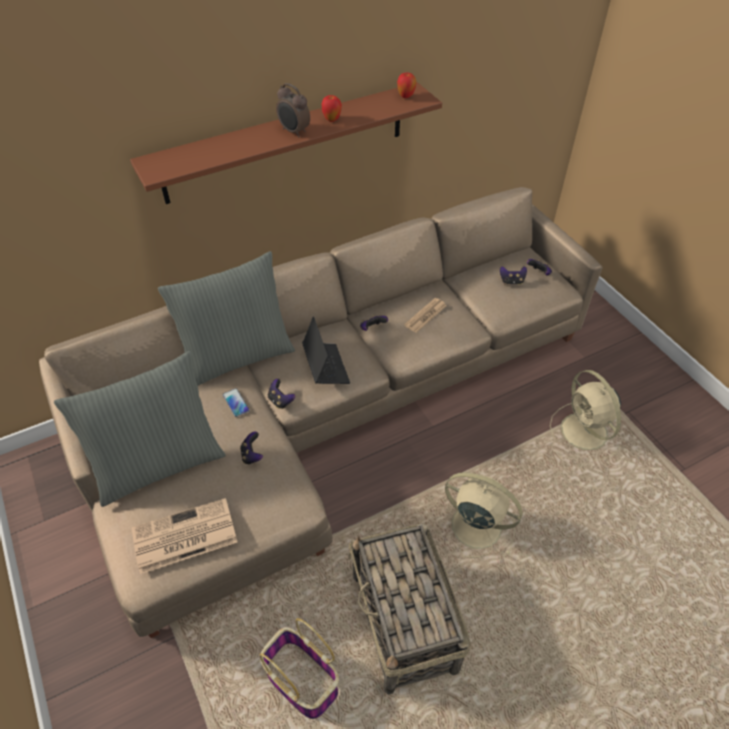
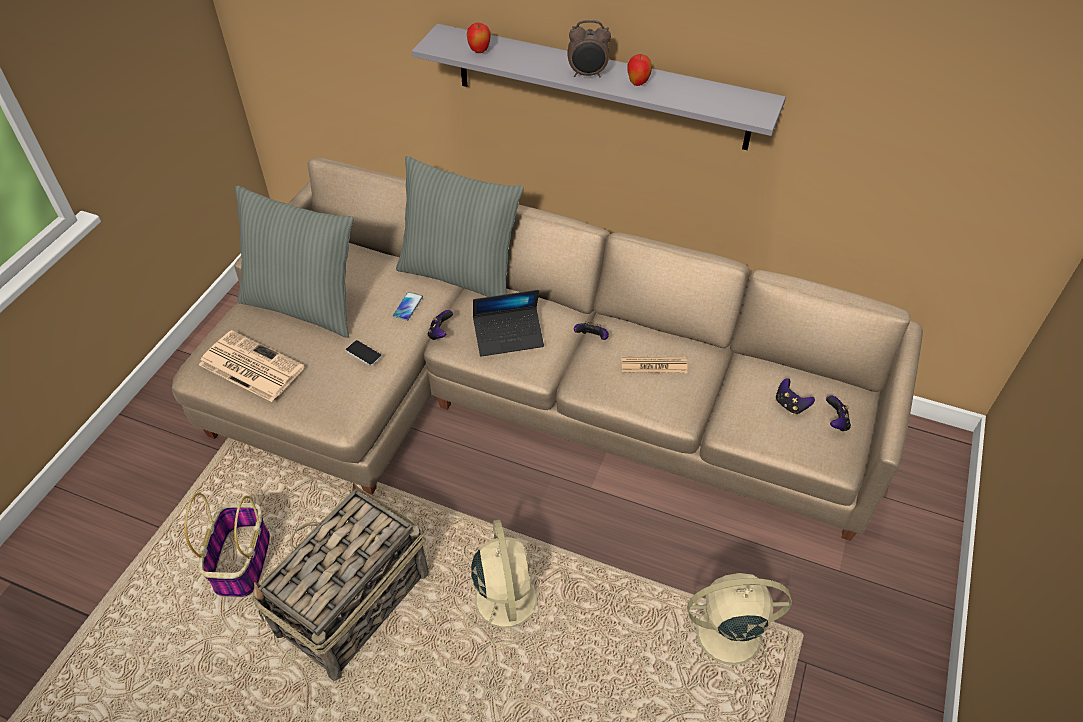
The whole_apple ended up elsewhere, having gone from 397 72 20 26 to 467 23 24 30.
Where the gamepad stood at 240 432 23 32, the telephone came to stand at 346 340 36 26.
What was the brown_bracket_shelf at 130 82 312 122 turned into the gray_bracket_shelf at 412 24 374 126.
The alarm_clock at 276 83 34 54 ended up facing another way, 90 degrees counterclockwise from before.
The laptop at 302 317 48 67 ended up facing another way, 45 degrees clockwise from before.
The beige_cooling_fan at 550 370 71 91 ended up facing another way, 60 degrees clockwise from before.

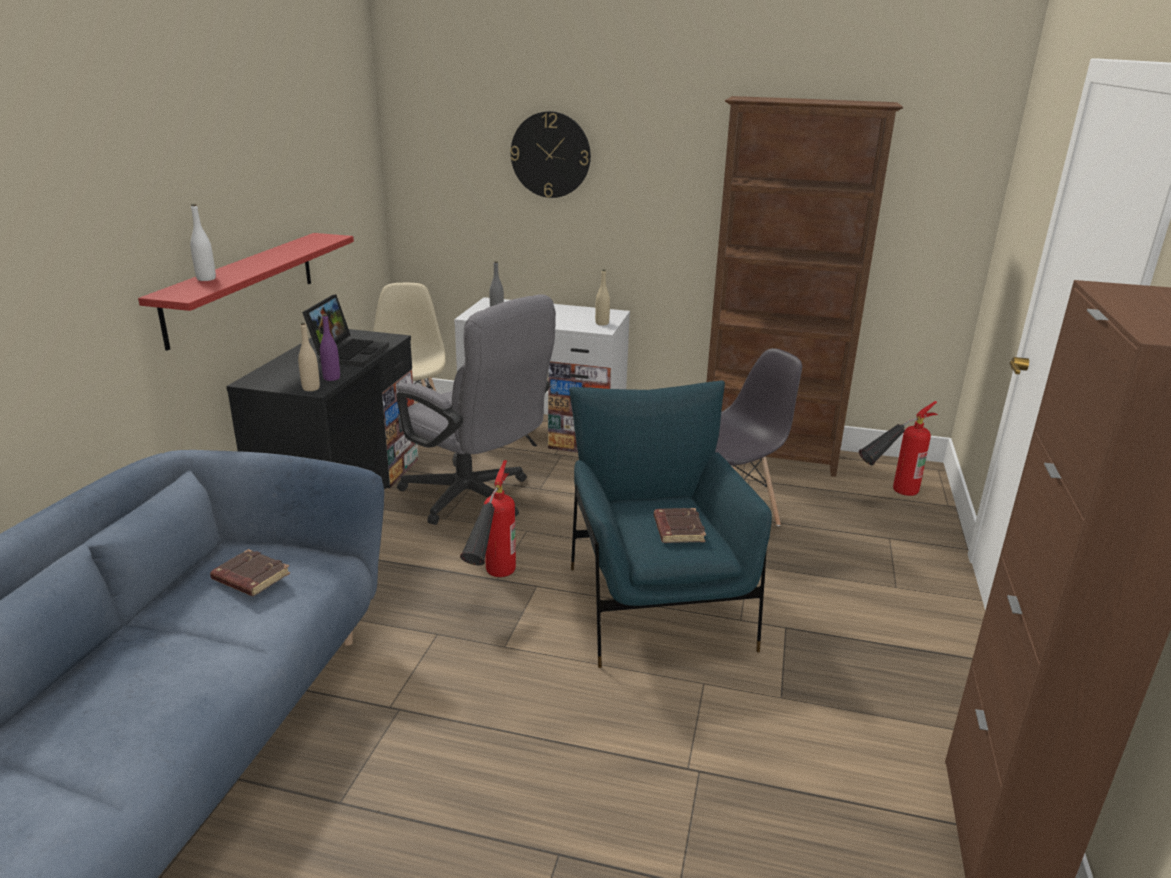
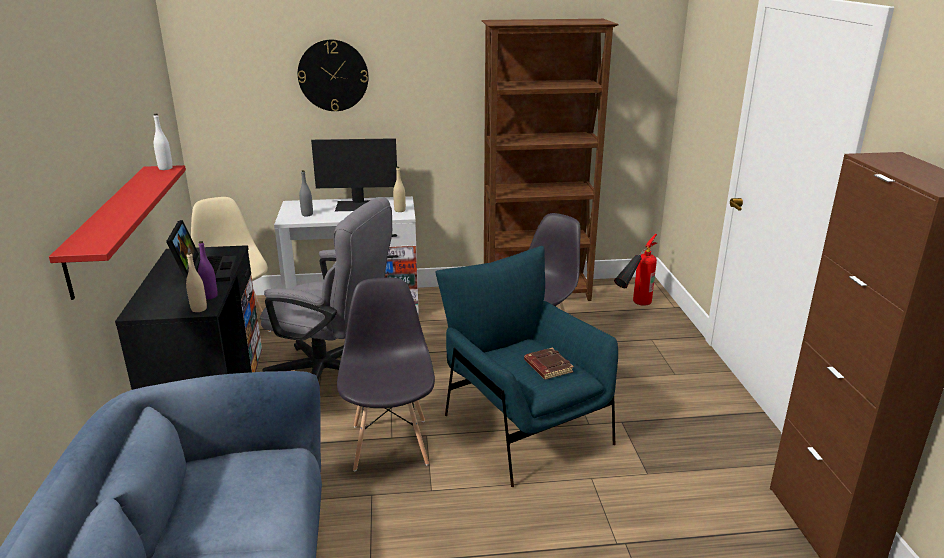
The second view lost the brown_bound_book at 210 549 80 47.
The second view gained the computer_display at 311 138 86 73.
The whitish_beverage_bottle ended up elsewhere, having gone from 190 204 26 77 to 154 114 19 56.
Where the fire-fighting_cylinder stood at 460 460 56 117, the gray_chair came to stand at 337 278 98 194.

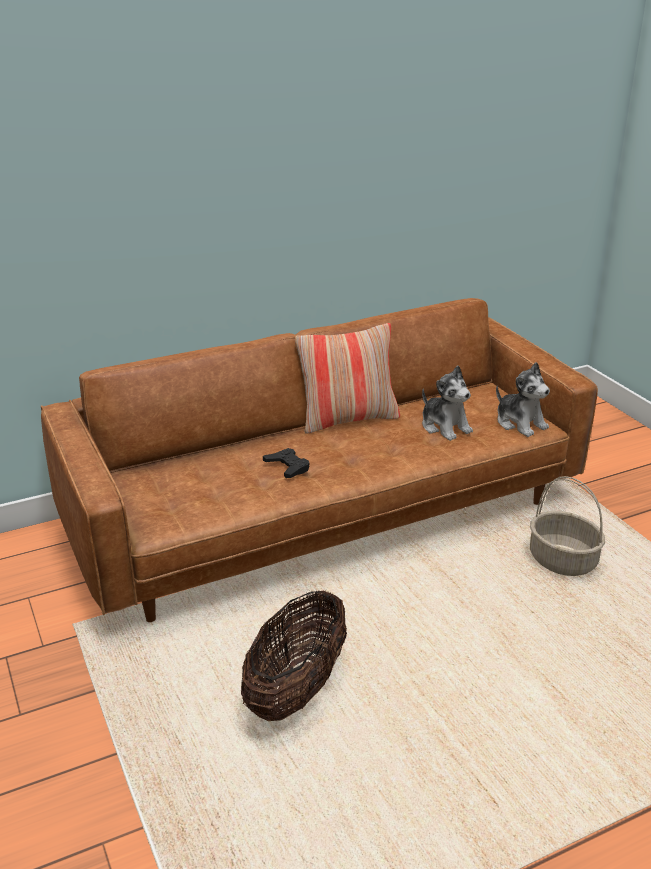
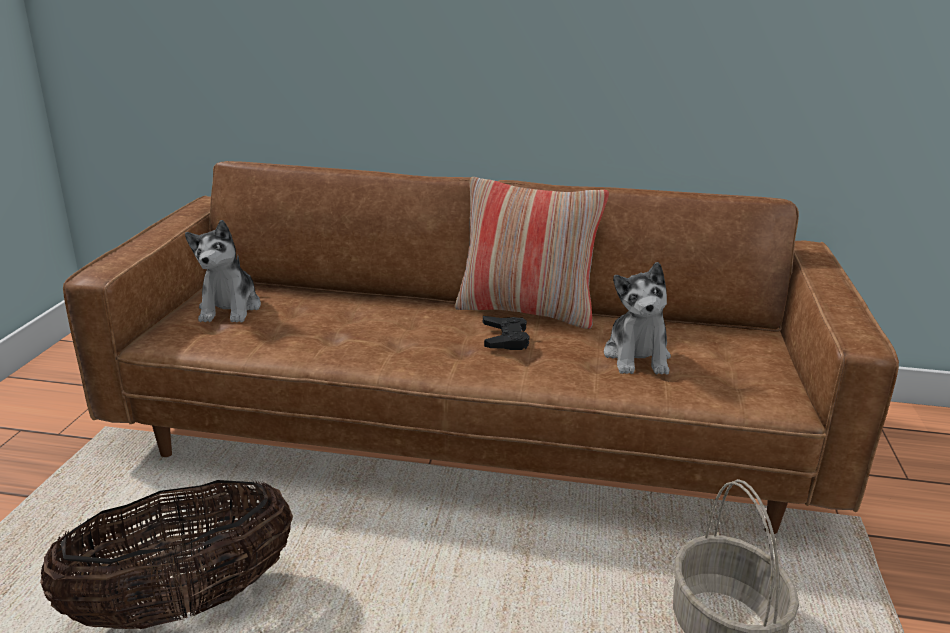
The black_gamepad ended up elsewhere, having gone from 263 448 47 30 to 483 316 47 34.
The soft_toy ended up elsewhere, having gone from 496 362 54 75 to 185 220 76 103.

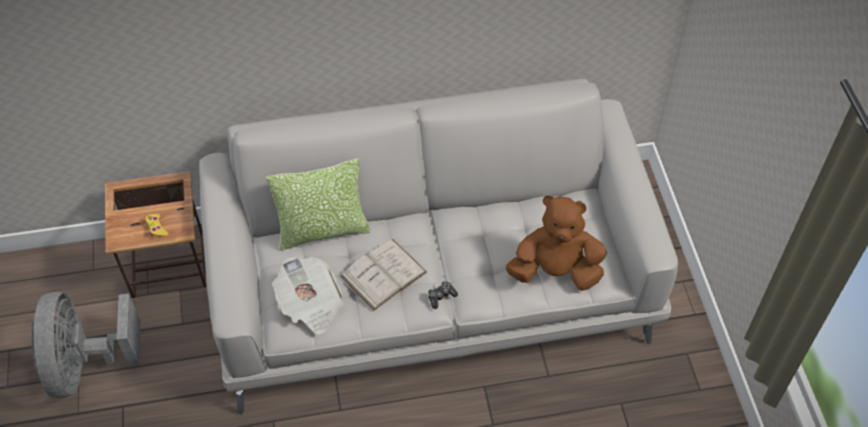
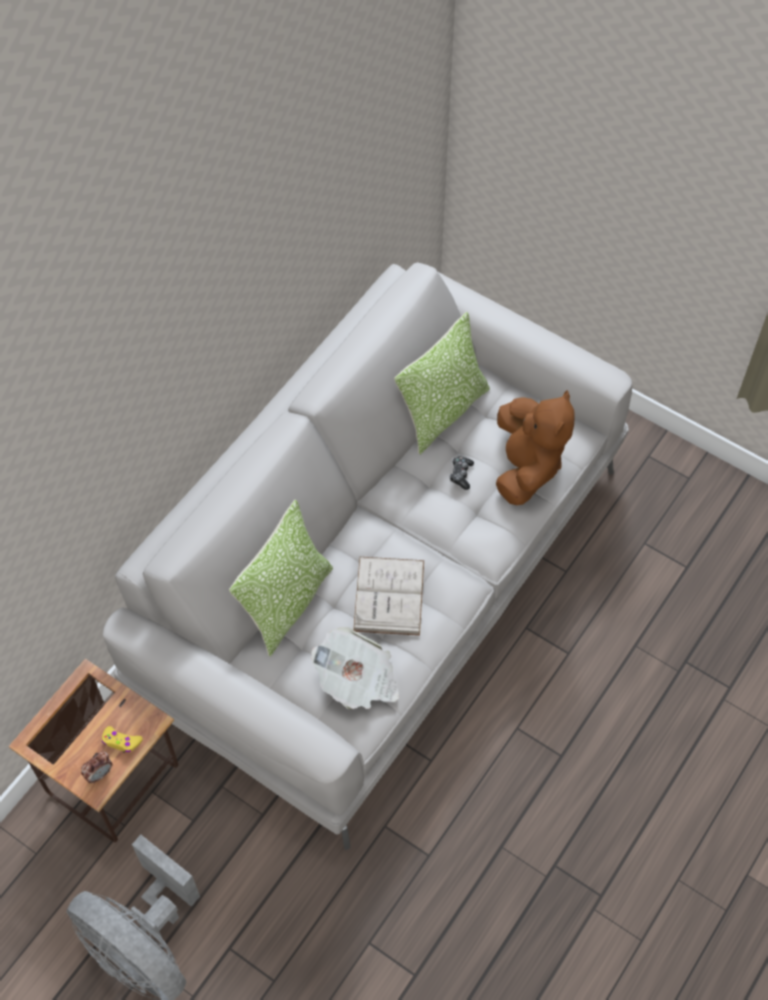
The second view gained the alarm_clock at 81 751 31 33.
The second view gained the throw_pillow at 394 312 96 143.
The gamepad ended up elsewhere, having gone from 428 281 30 28 to 450 456 24 34.
The brown_soft_toy at 506 195 101 96 ended up facing another way, 135 degrees clockwise from before.

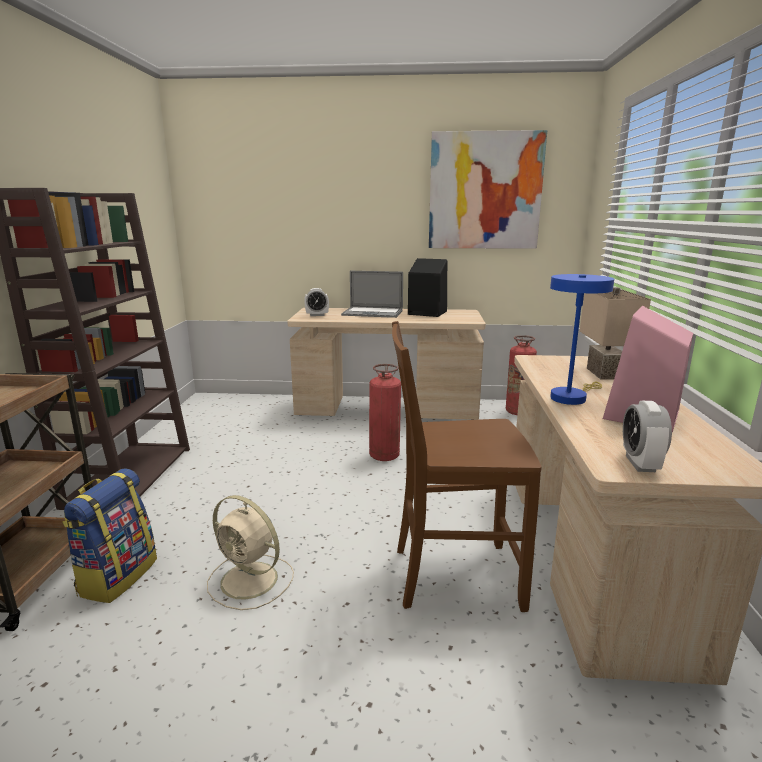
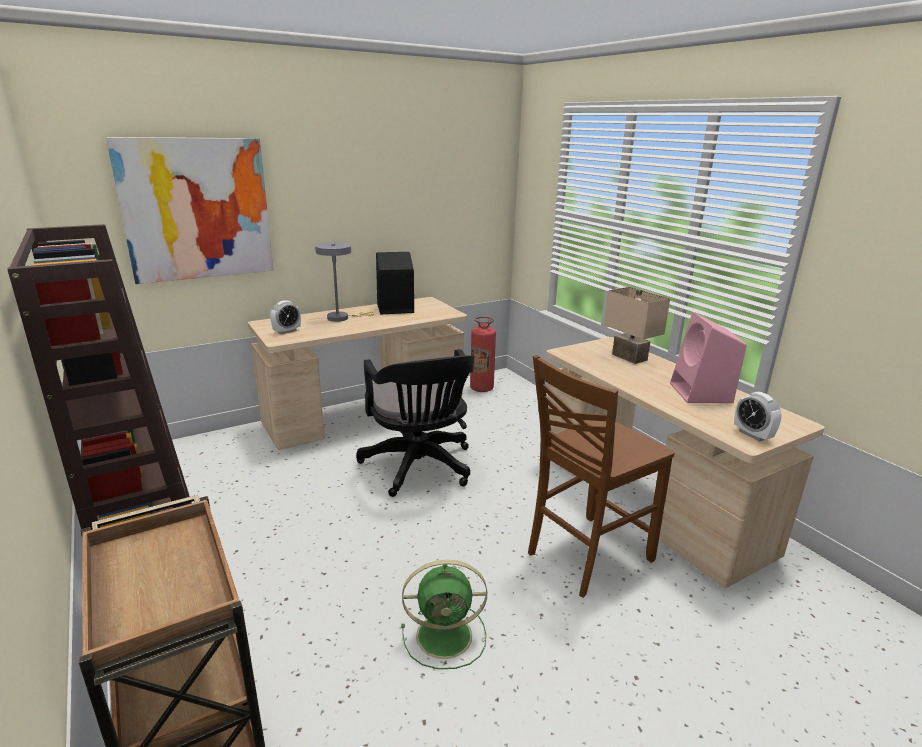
The second view lost the rucksack at 62 468 95 135.
The second view lost the blue-coloured_tabletop_lamp at 550 274 64 131.
The wall_art ended up elsewhere, having gone from 429 130 118 119 to 106 137 168 147.
Where the laptop stood at 341 271 62 47, the gray_tabletop_lamp came to stand at 315 242 59 80.
Where the fire-fighting_cylinder stood at 369 364 32 97, the black_computer_chair came to stand at 356 349 119 148.
What was the beige_cooling_fan at 207 495 87 115 turned into the greenish_cooling_fan at 401 560 86 109.

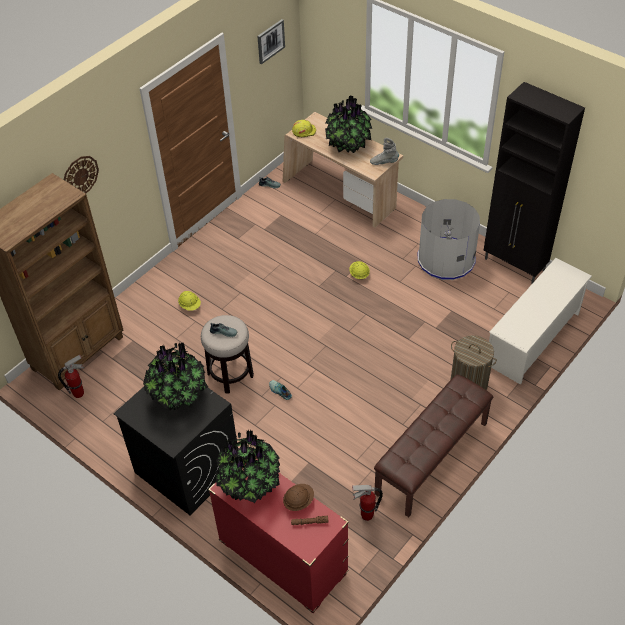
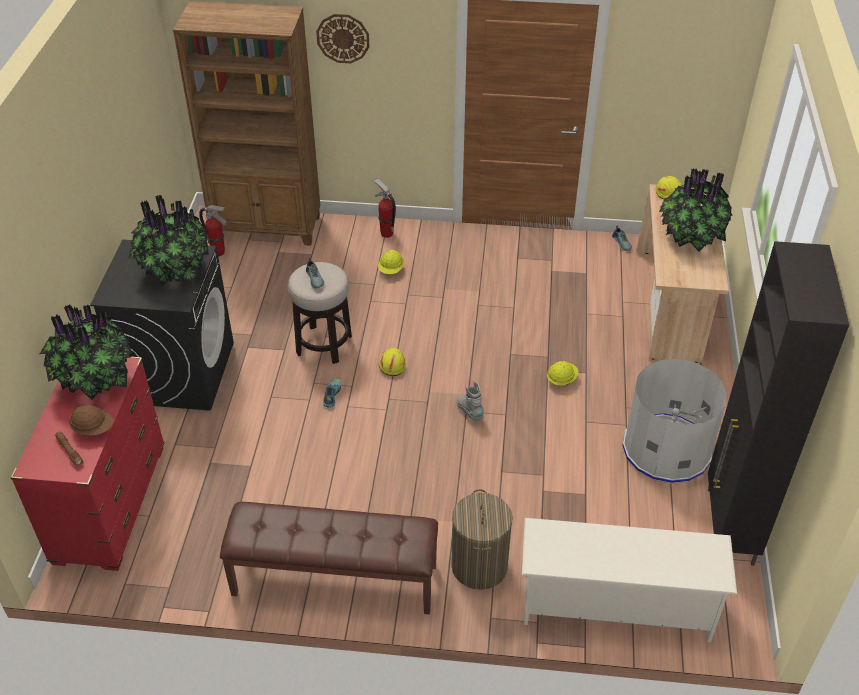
The second view lost the wall_art at 257 19 28 45.
The second view gained the yellowish_hard_hat at 378 348 28 28.
The fire-fighting_cylinder ended up elsewhere, having gone from 352 485 31 36 to 373 178 23 60.
The gray_tall_boot ended up elsewhere, having gone from 370 138 29 27 to 457 381 27 39.

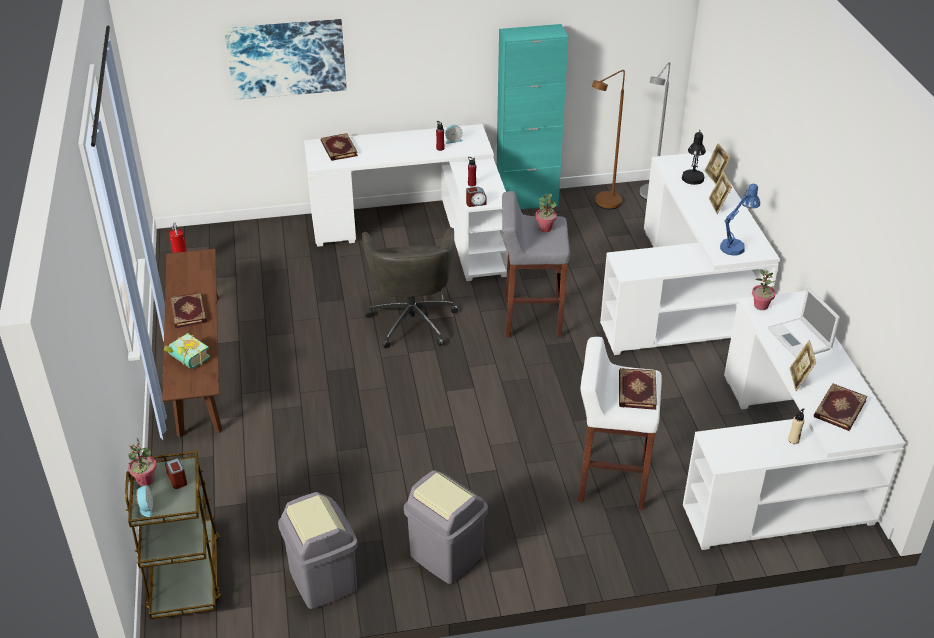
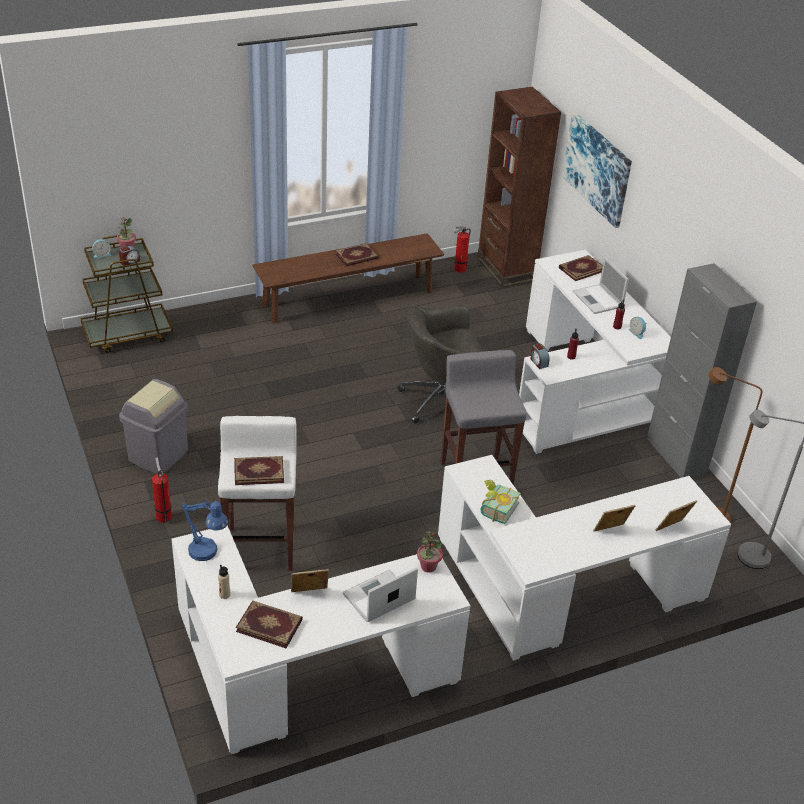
The second view lost the gray_rubbish_bin at 278 492 80 117.
The second view lost the houseplant at 535 194 22 38.
The second view lost the black_tabletop_lamp at 682 130 24 55.
The second view gained the fire-fighting_cylinder at 152 457 20 66.
The second view gained the brown_bookcase at 477 87 84 201.
The second view gained the laptop at 573 257 56 57.
The bound_book ended up elsewhere, having gone from 164 333 46 36 to 480 480 41 44.
The blue-coloured_tabletop_lamp ended up elsewhere, having gone from 720 184 40 71 to 181 499 47 62.
What was the blue-green_storage_cabinet at 497 24 71 185 turned into the gray_storage_cabinet at 647 263 110 215.

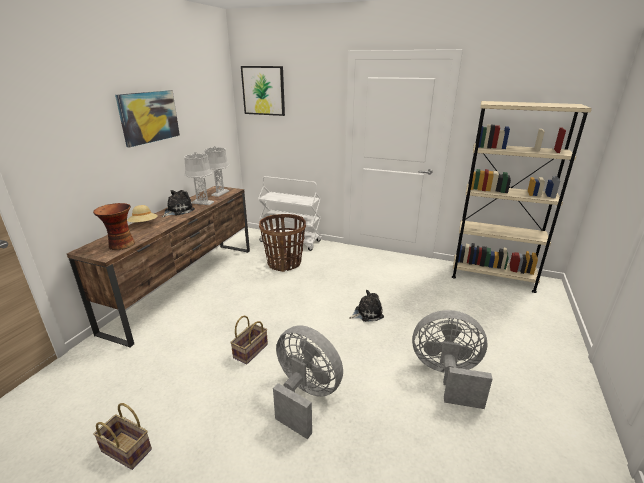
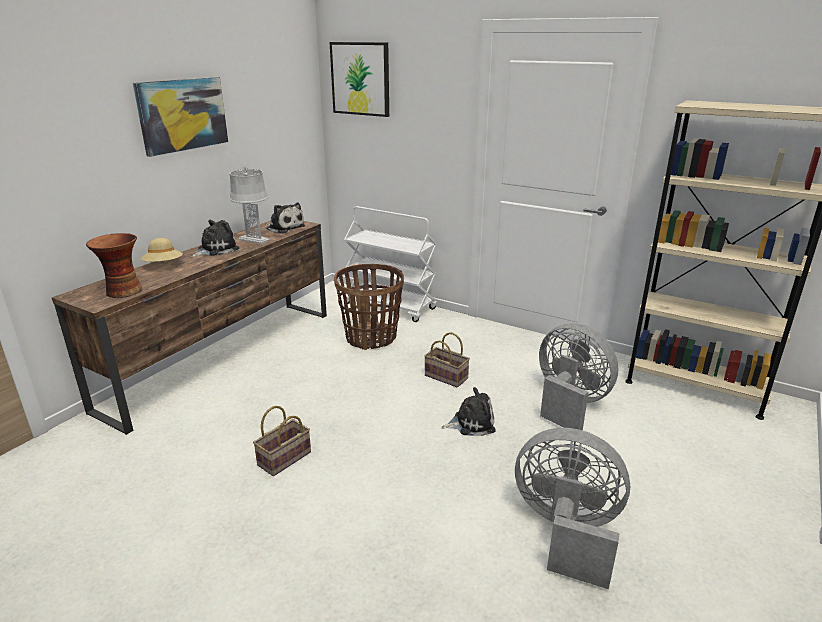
The basket ended up elsewhere, having gone from 93 403 59 67 to 424 332 46 55.
The gray_cooling_fan ended up elsewhere, having gone from 273 325 70 114 to 539 323 79 108.
Where the gray_tabletop_lamp stood at 205 146 25 51, the soft_toy came to stand at 266 202 39 31.

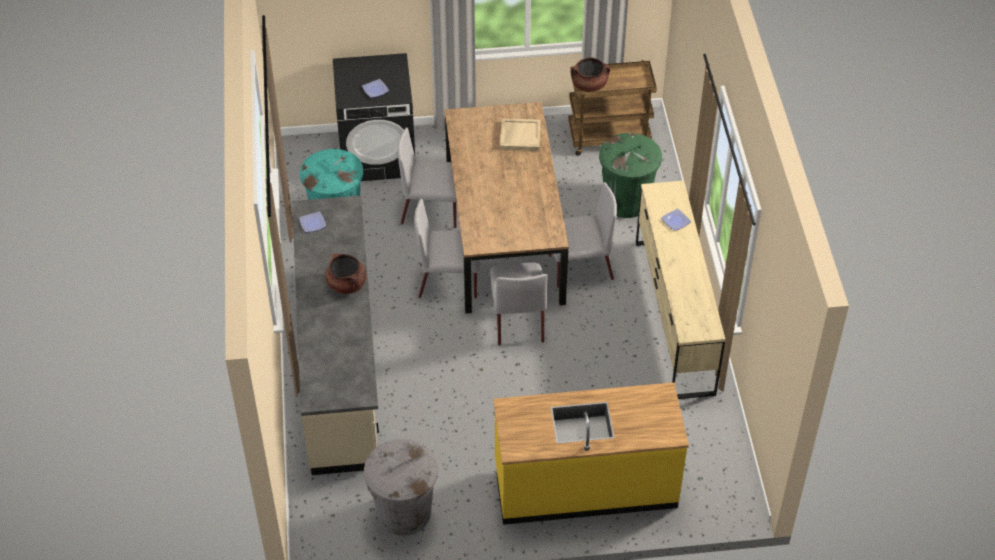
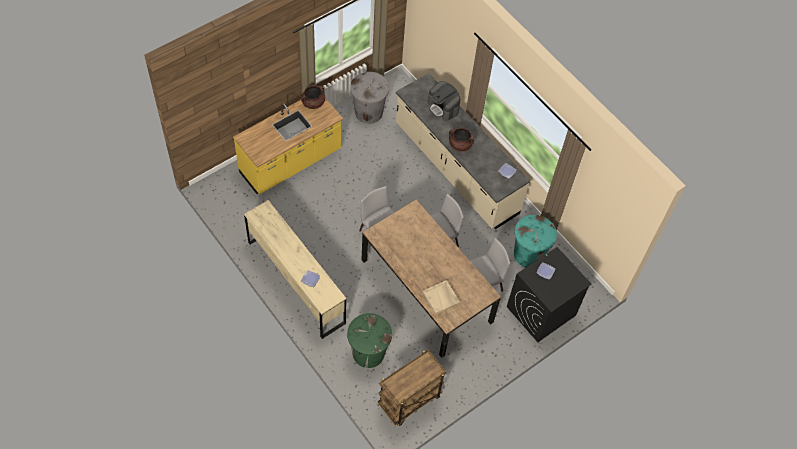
The second view lost the gray_chair at 548 182 69 106.
The second view gained the coffee_maker at 428 81 32 40.
The brown_stockpot ended up elsewhere, having gone from 571 57 39 35 to 301 85 24 24.

